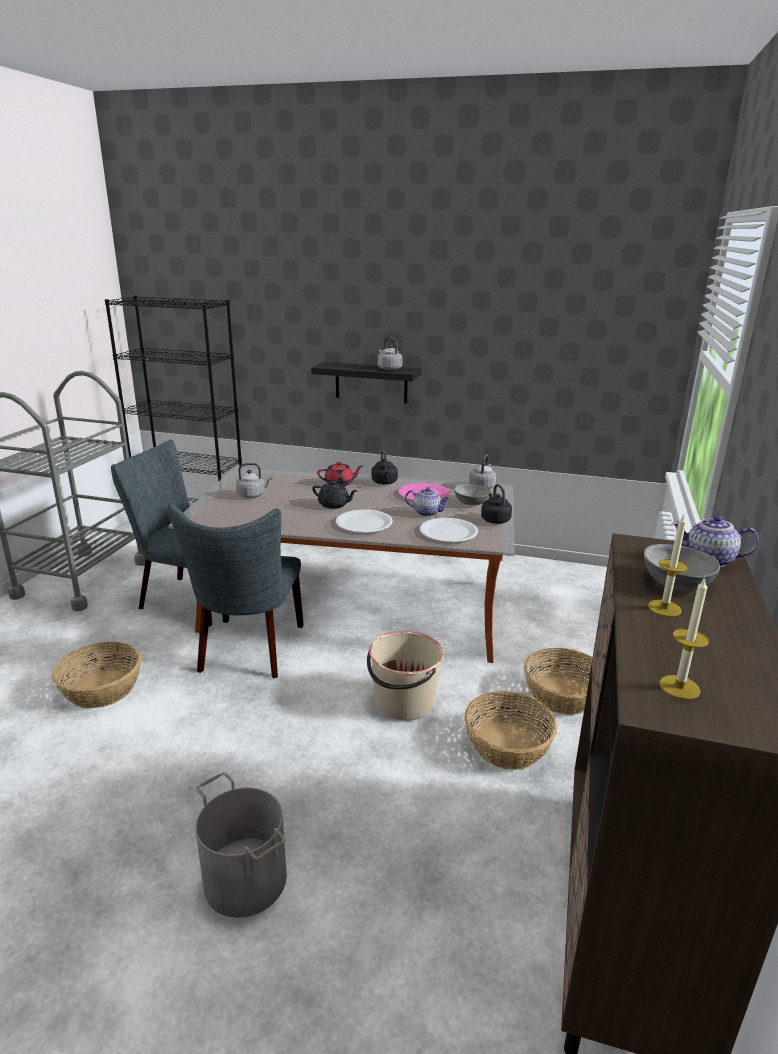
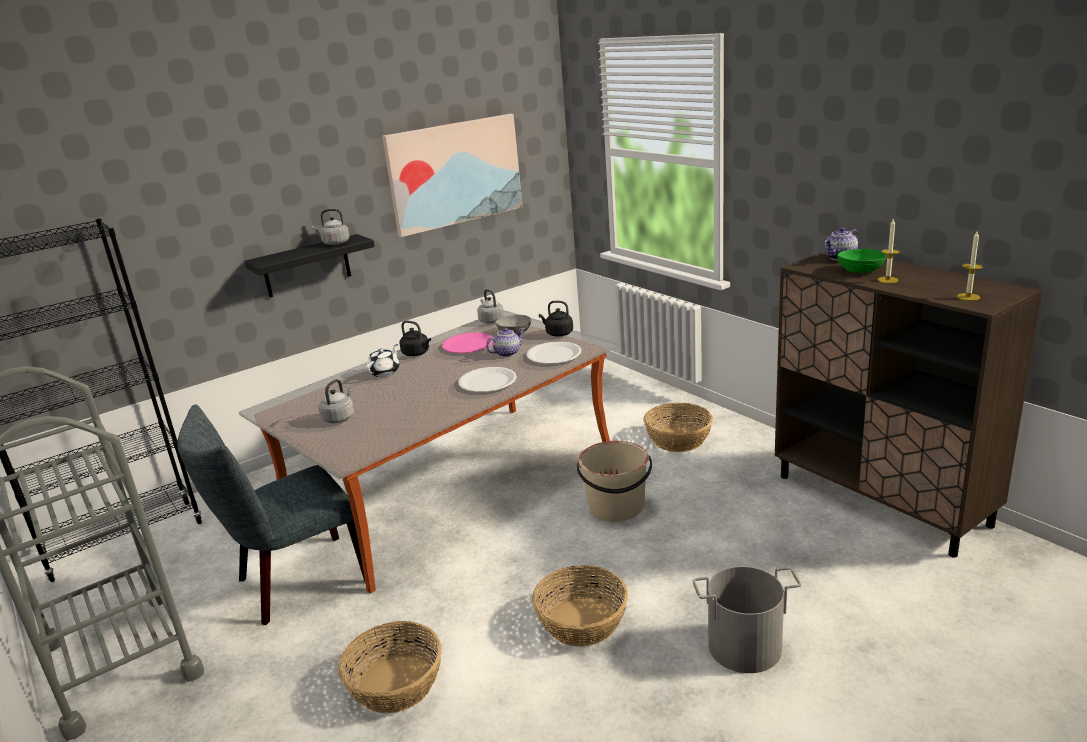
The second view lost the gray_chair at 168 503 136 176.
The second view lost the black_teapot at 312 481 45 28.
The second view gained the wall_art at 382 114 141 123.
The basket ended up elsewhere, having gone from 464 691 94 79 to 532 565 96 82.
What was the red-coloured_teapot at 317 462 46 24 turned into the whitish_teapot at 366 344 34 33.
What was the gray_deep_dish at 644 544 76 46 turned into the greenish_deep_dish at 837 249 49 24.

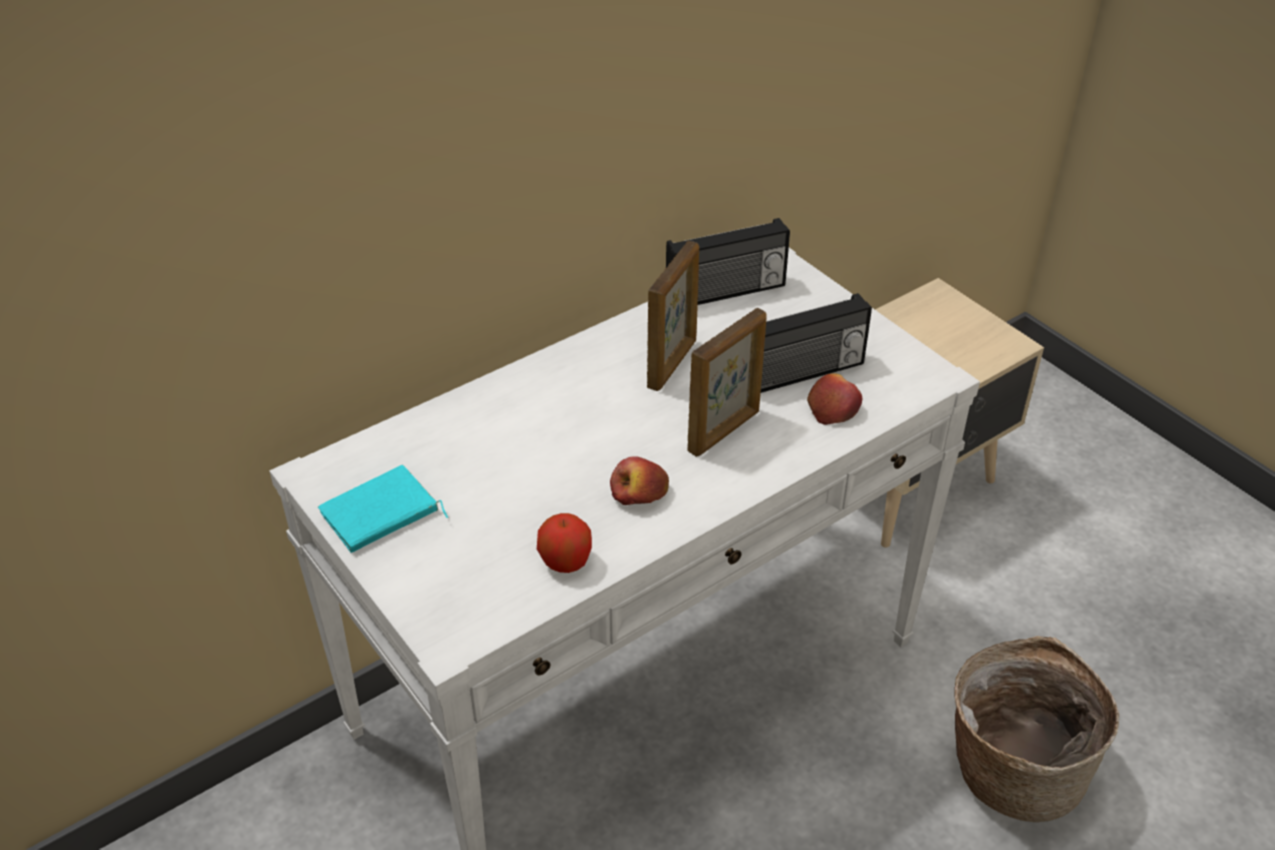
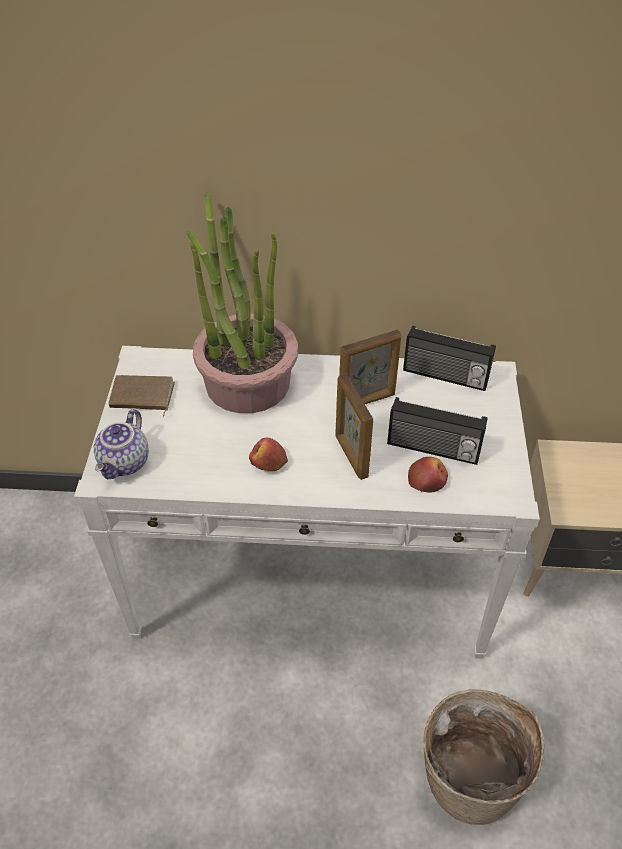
The second view lost the whole_apple at 537 513 55 60.
The second view gained the teapot at 94 409 55 70.
The second view gained the houseplant at 186 193 112 220.
What was the blue-green_bound_book at 318 465 130 88 turned into the brown_bound_book at 108 375 67 42.
The picture_frame at 687 308 80 149 ended up facing another way, 75 degrees clockwise from before.

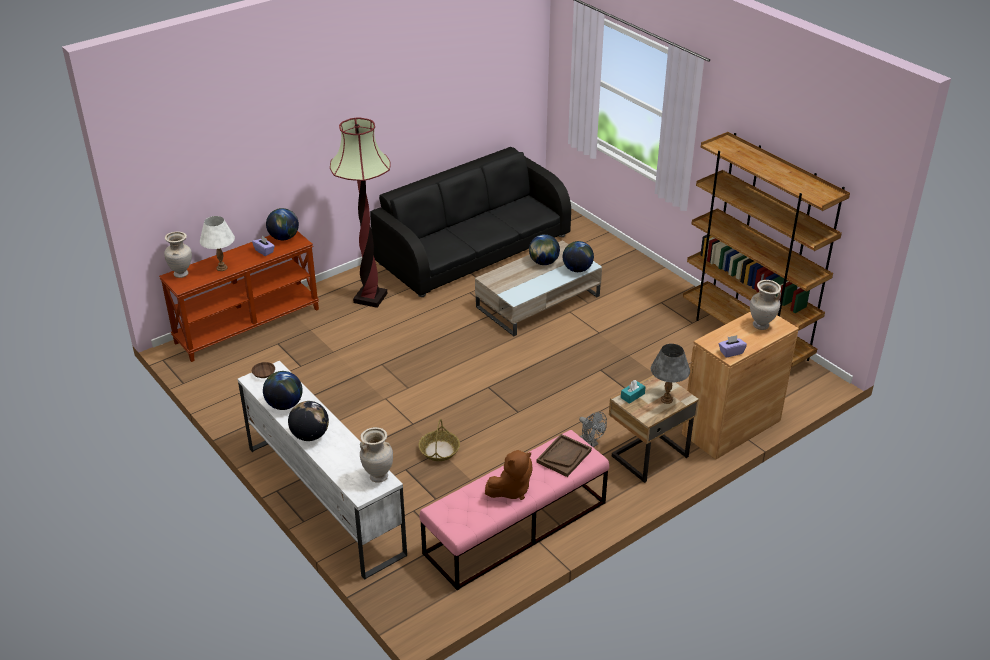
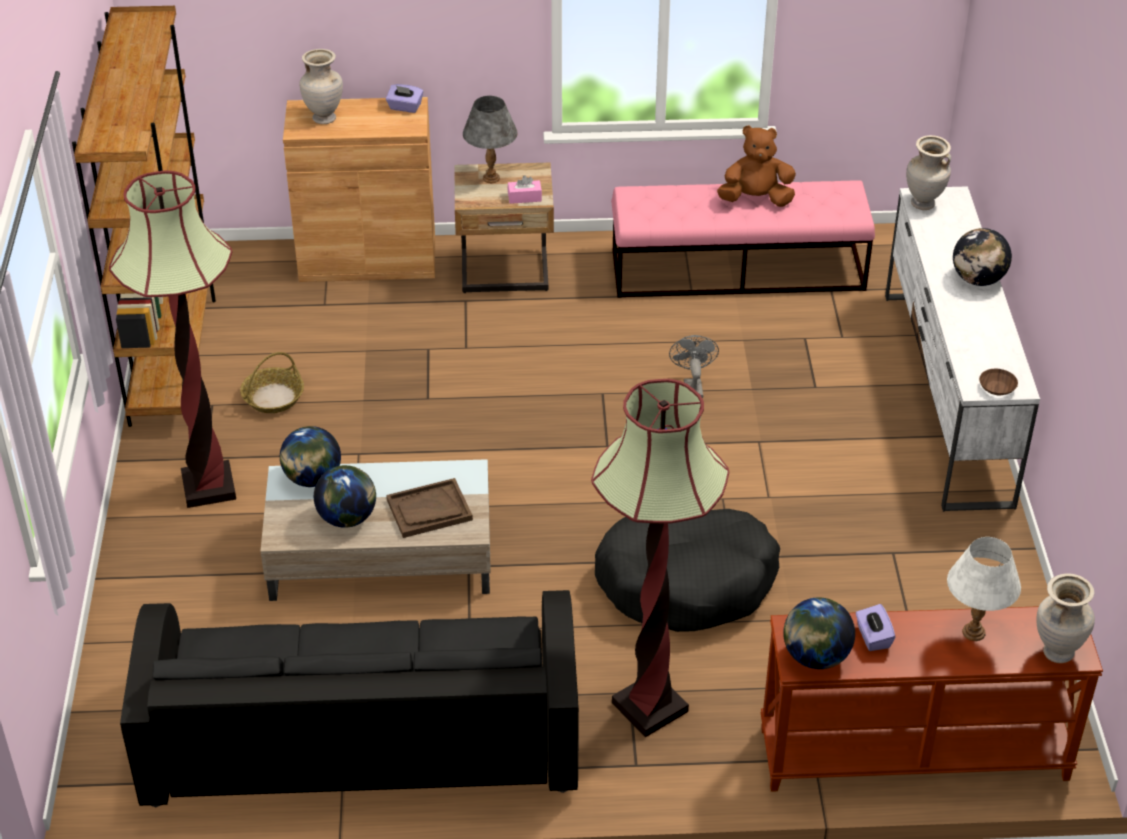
The second view lost the globe at 263 371 40 39.
The second view gained the floor_lamp at 109 170 127 338.
The second view gained the black_pet_bed at 595 509 185 123.
The basket ended up elsewhere, having gone from 419 419 41 42 to 240 352 64 61.
The brown_carrying_tray ended up elsewhere, having gone from 536 434 56 43 to 386 478 87 60.
The gray_cooling_fan ended up elsewhere, having gone from 579 412 28 35 to 669 335 50 63.
What was the blue-green_tissue_holder at 621 380 25 24 turned into the pink-coloured_tissue_holder at 508 175 34 29.

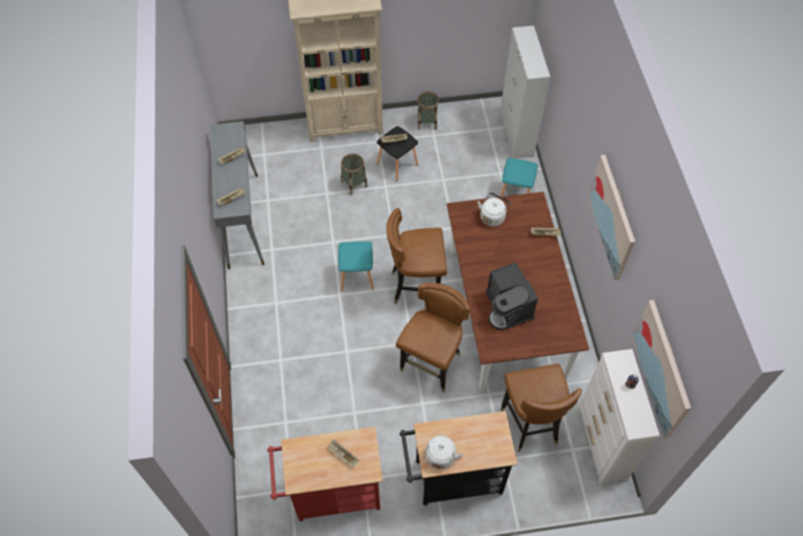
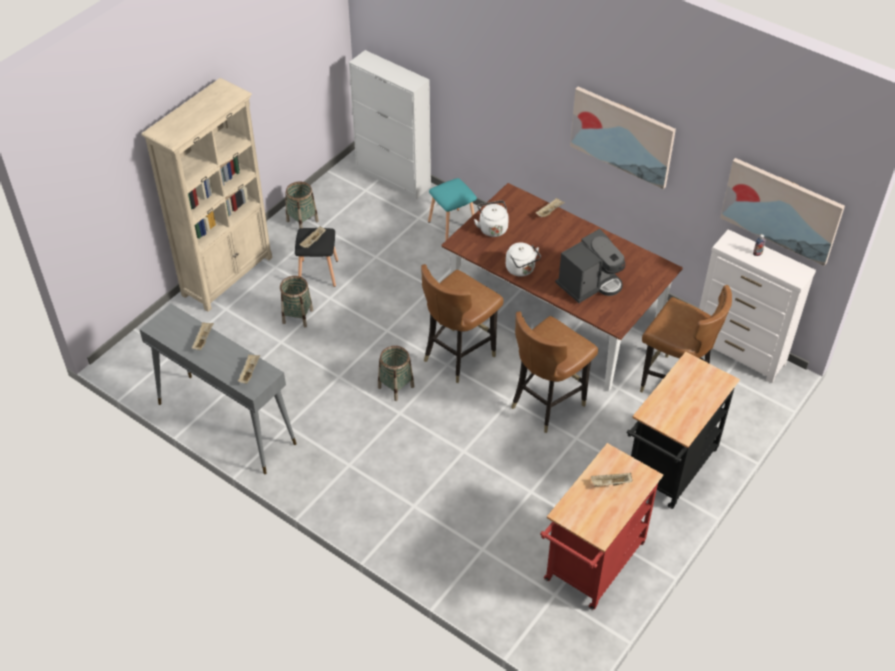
The whitish_tea_kettle ended up elsewhere, having gone from 423 436 40 33 to 506 243 35 34.
Where the blue-green_stool stood at 338 241 36 50, the basket came to stand at 378 346 36 55.
The brown_chair at 396 283 74 109 ended up facing another way, 120 degrees counterclockwise from before.
The coffee_maker at 485 262 53 68 ended up facing another way, 60 degrees counterclockwise from before.

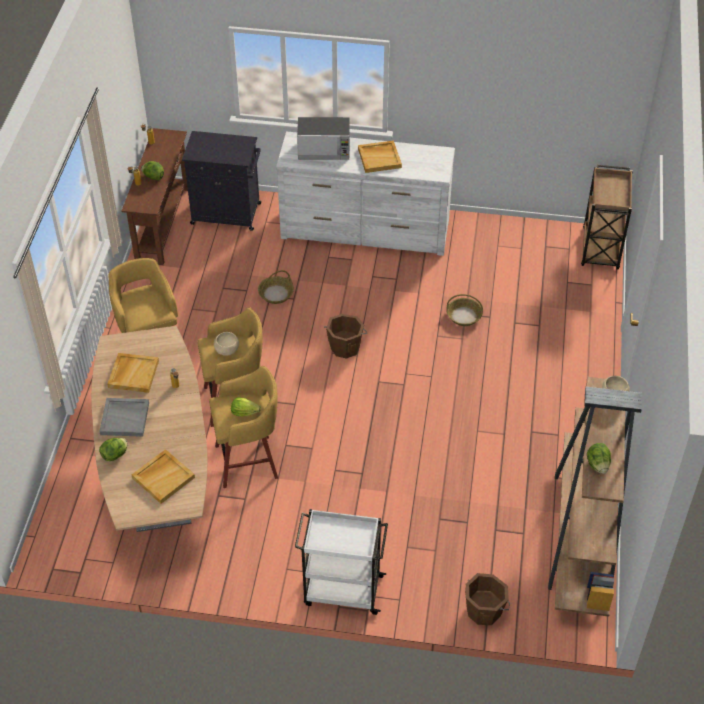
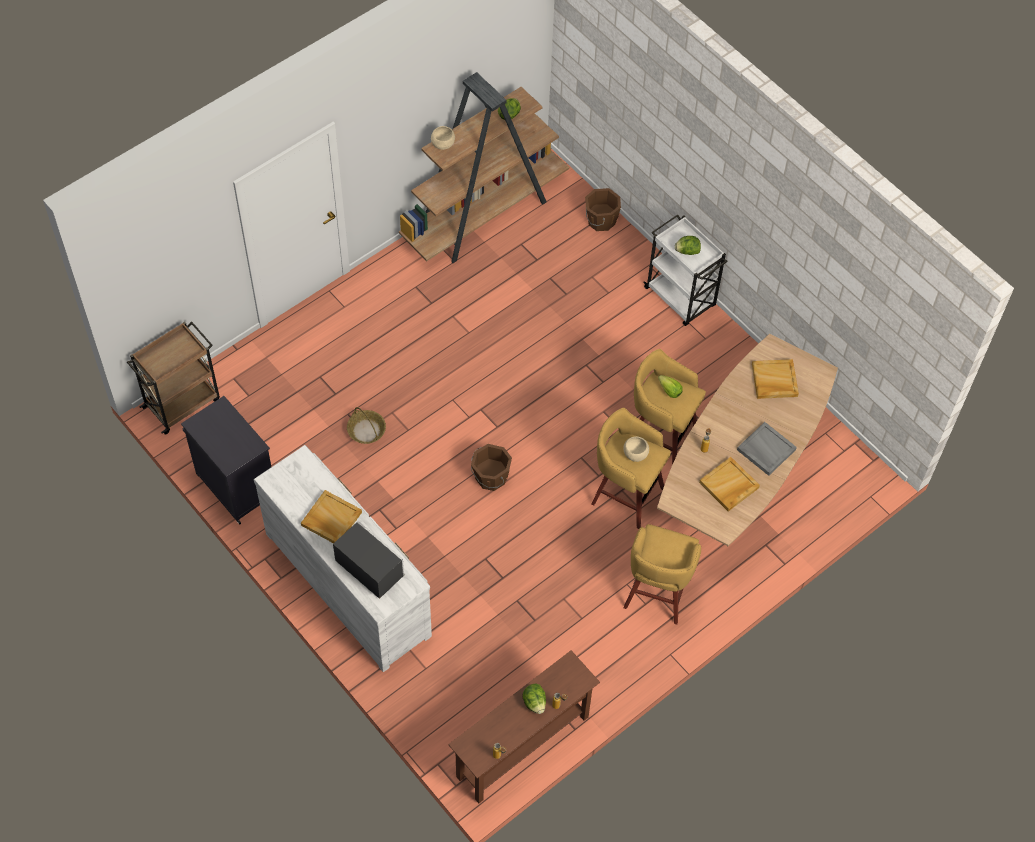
The second view lost the basket at 258 270 36 34.
The lettuce_head ended up elsewhere, having gone from 99 438 29 23 to 675 236 26 19.
The black_storage_cabinet ended up elsewhere, having gone from 182 131 79 100 to 181 396 90 129.

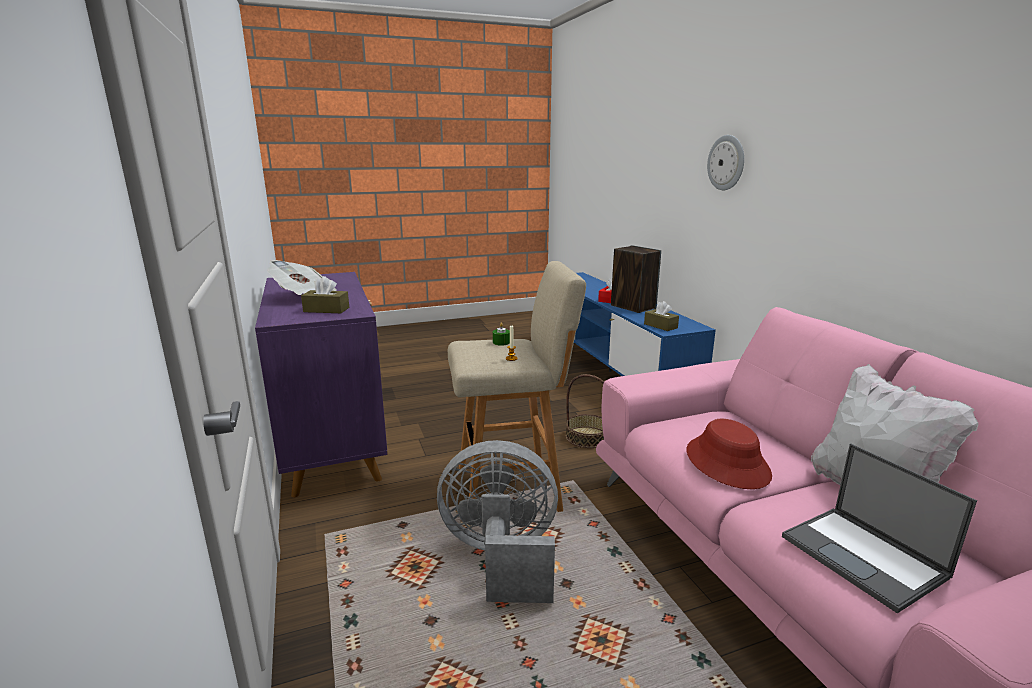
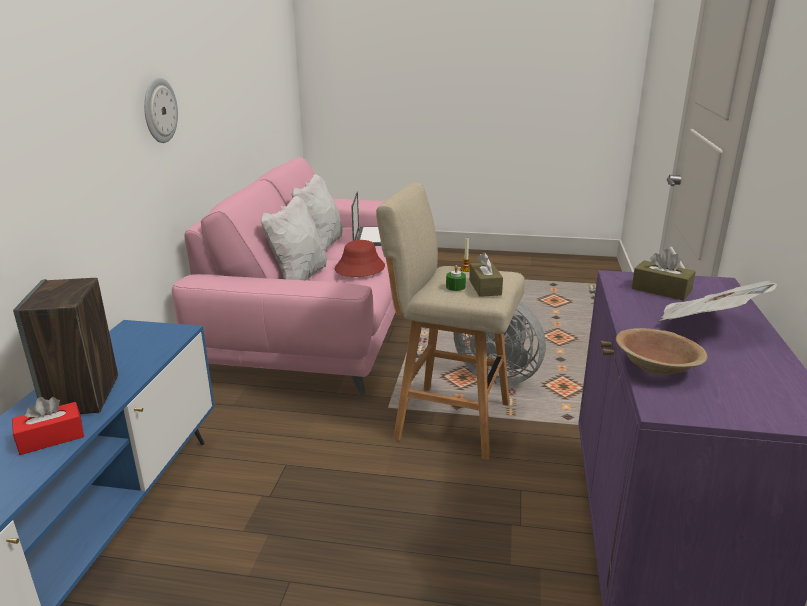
The second view lost the basket at 566 374 38 74.
The second view gained the whitish_throw_pillow at 261 196 66 84.
The second view gained the brown_deep_dish at 616 328 92 47.
The brown_tissue_holder ended up elsewhere, having gone from 644 301 35 30 to 469 252 34 45.
The hanging_clock ended up elsewhere, having gone from 707 135 37 55 to 144 78 34 65.

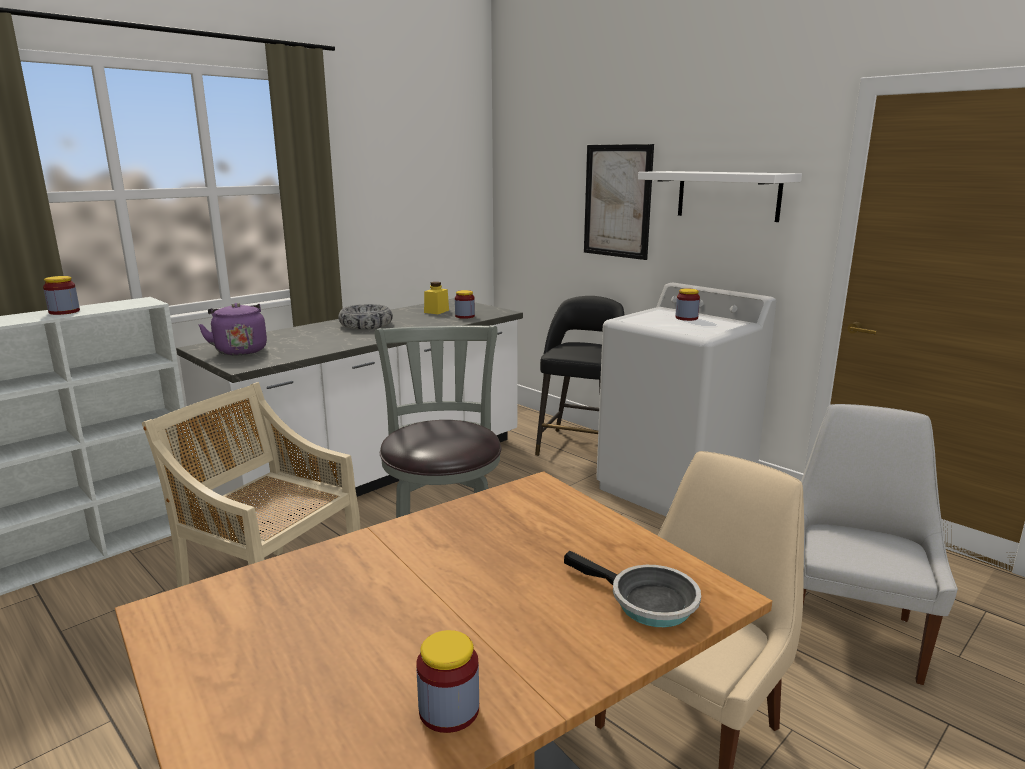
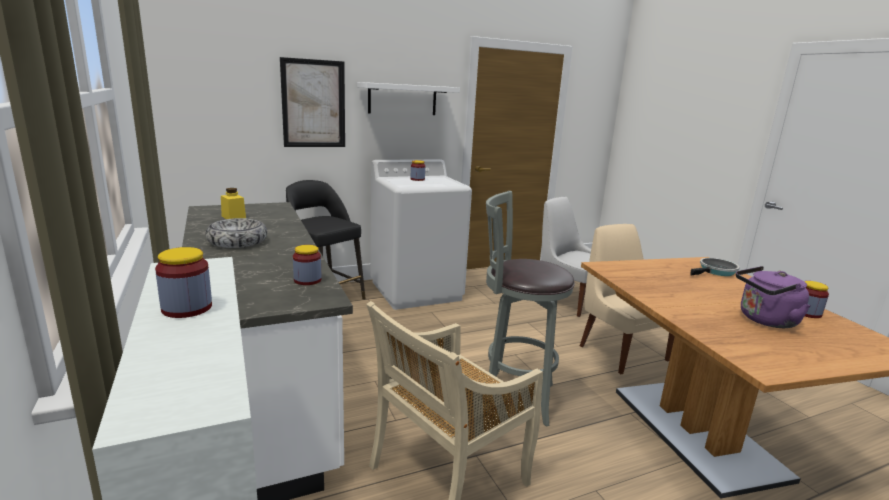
The purple_tea_kettle ended up elsewhere, having gone from 198 303 69 52 to 736 266 75 62.
The jar ended up elsewhere, having gone from 455 290 20 29 to 293 245 28 40.

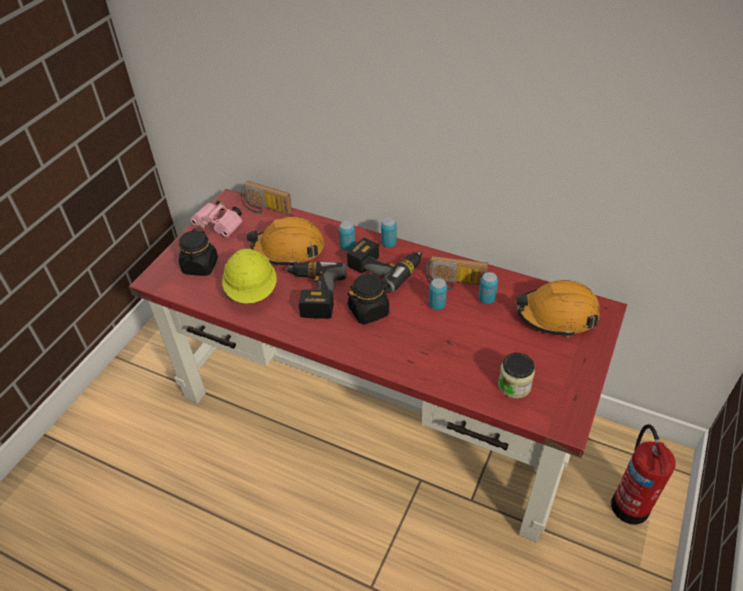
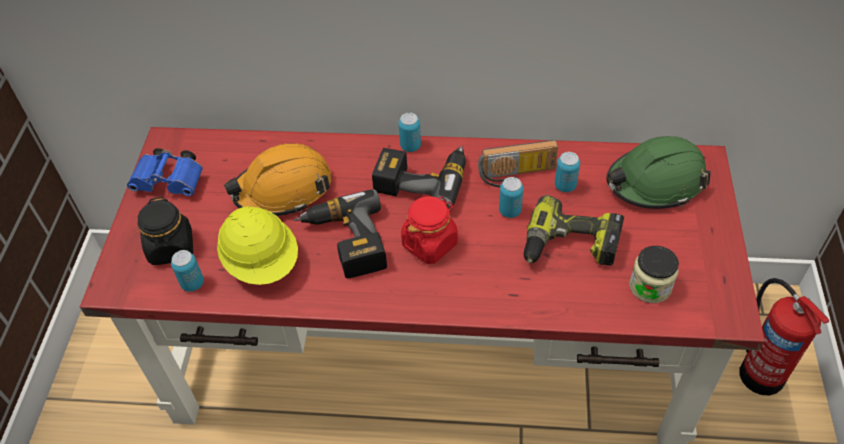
The second view lost the radio at 241 181 51 33.
The second view gained the electric_drill at 524 195 100 71.
The metal_can ended up elsewhere, having gone from 339 221 17 30 to 171 250 33 42.
What was the pink-coloured_pair_of_binoculars at 190 201 53 36 turned into the blue-coloured_pair_of_binoculars at 127 148 76 48.
What was the black_jar at 347 274 43 50 turned into the red-coloured_jar at 401 196 57 68.
What was the orange_hard_hat at 516 280 84 57 turned into the greenish_hard_hat at 606 136 105 73.

